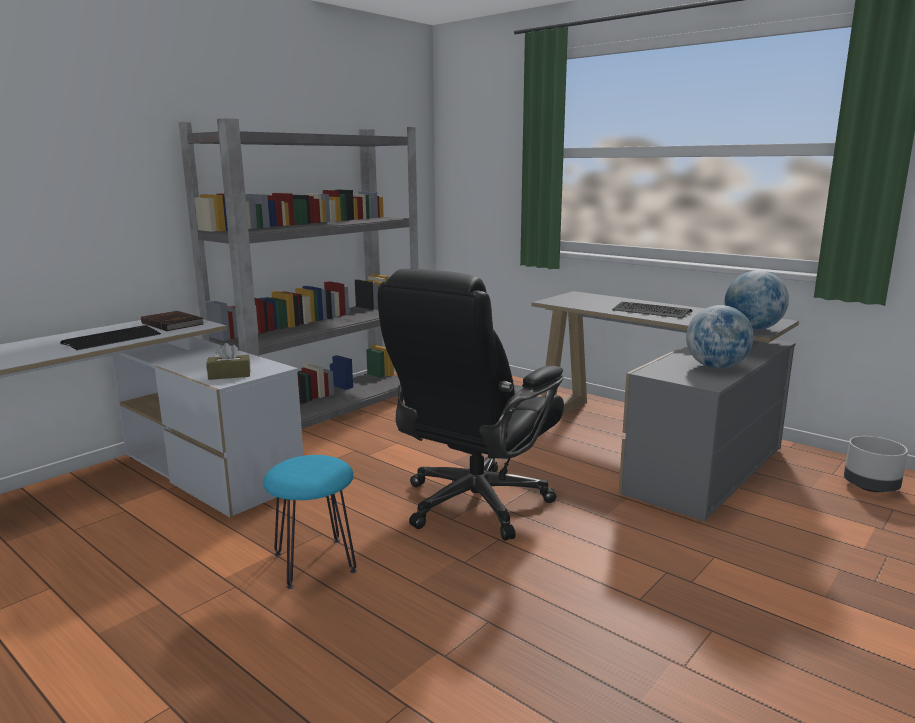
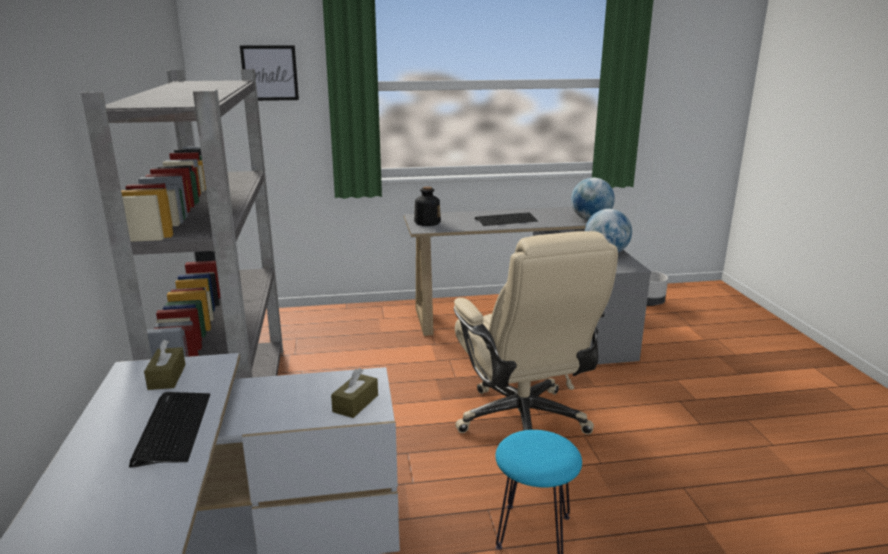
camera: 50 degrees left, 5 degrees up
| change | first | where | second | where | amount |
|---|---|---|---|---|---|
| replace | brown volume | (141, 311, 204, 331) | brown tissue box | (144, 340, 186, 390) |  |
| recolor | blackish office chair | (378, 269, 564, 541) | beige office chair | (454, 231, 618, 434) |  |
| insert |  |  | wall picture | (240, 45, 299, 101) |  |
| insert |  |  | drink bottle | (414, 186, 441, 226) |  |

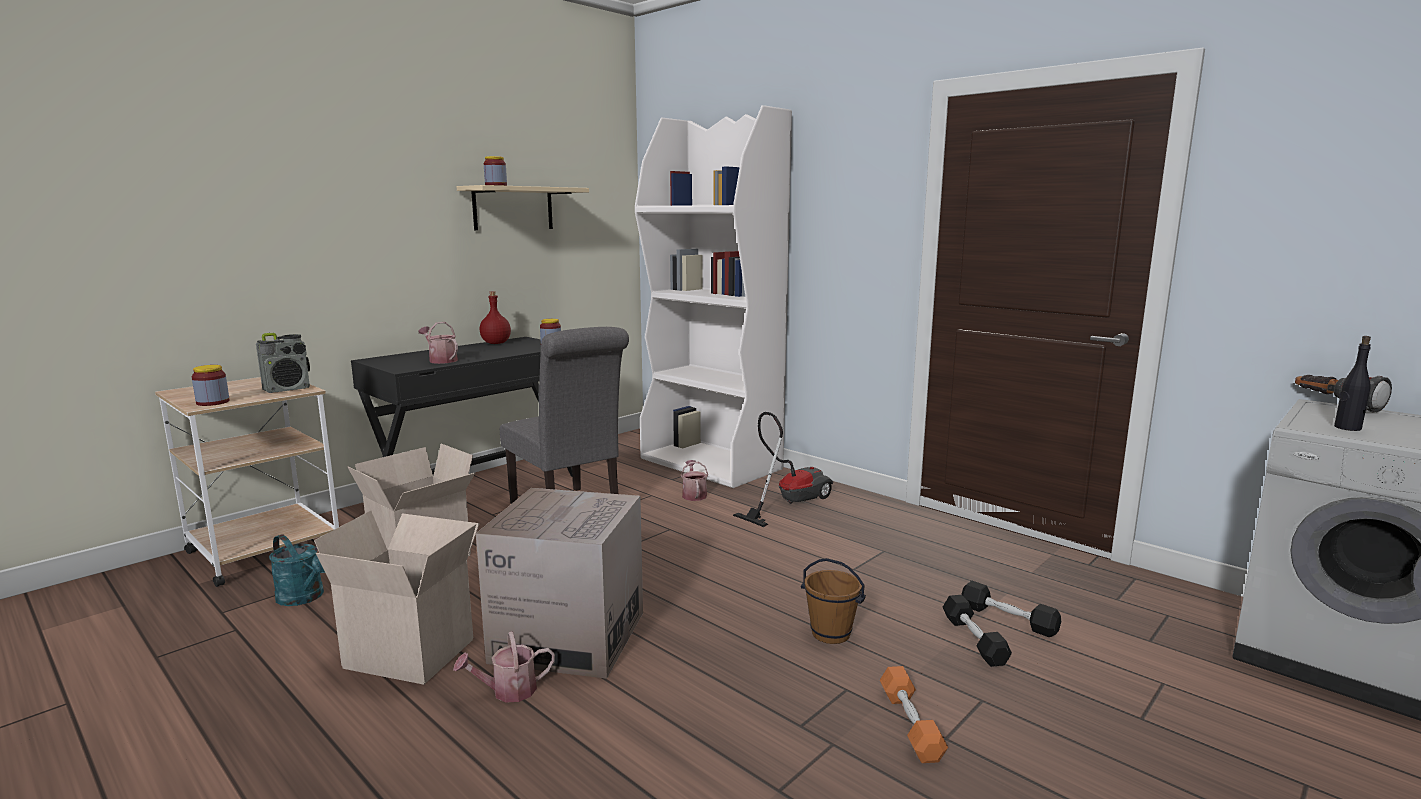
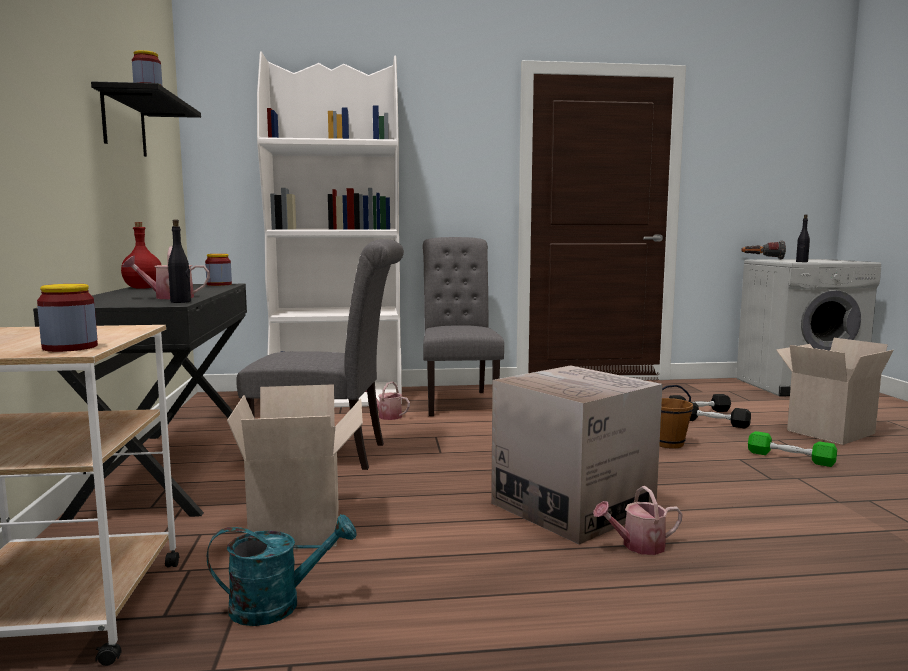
camera: 50 degrees left, 5 degrees down
| change | first | where | second | where | amount |
|---|---|---|---|---|---|
| delete | radio | (256, 333, 310, 393) |  |  |  |
| move | packing box | (314, 511, 480, 685) |  | (776, 338, 894, 445) |  |
| rotate | sprinkling can | (453, 632, 555, 703) |  | (593, 486, 683, 555) | 60 degrees clockwise |
| recolor | beige wall shelf | (457, 185, 589, 230) | blackish wall shelf | (91, 81, 201, 157) |  |
| replace | vacuum cleaner | (733, 412, 833, 527) | gray chair | (423, 237, 504, 416) |  |
| recolor | orange free weight | (880, 666, 948, 763) | green free weight | (748, 431, 837, 467) |  |
| insert |  |  | blackish drink bottle | (168, 219, 191, 303) |  |

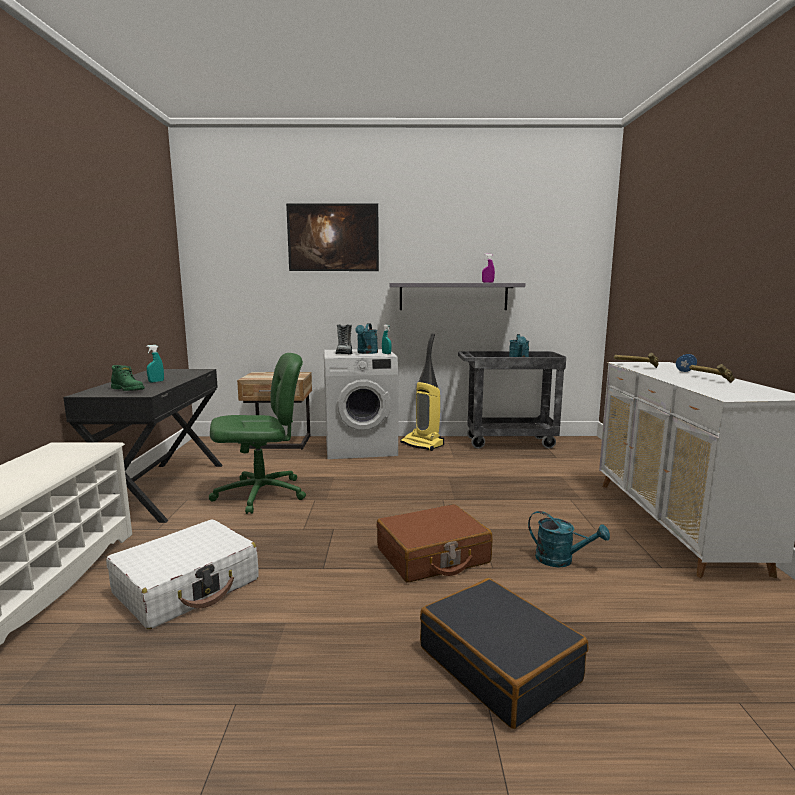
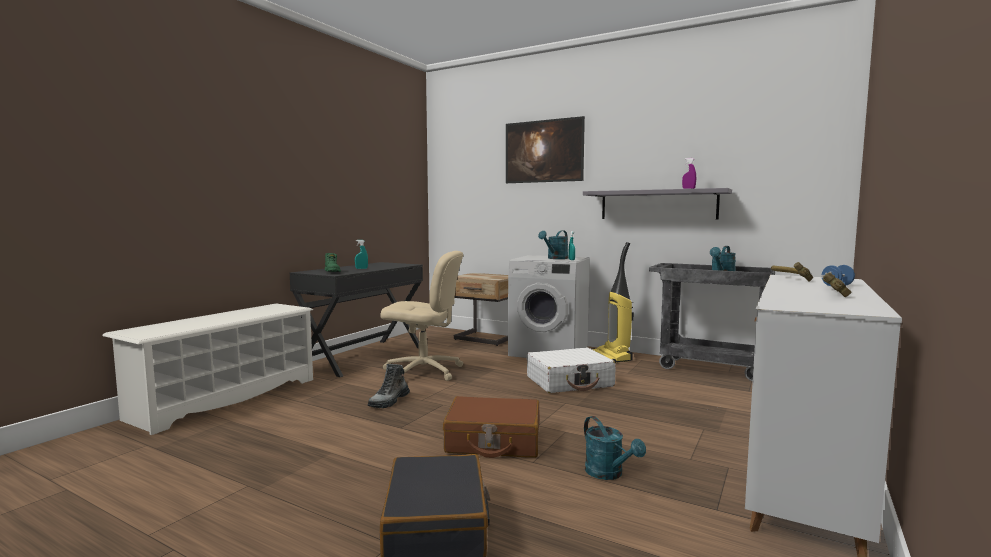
camera: 30 degrees right, 5 degrees down
| change | first | where | second | where | amount |
|---|---|---|---|---|---|
| move | white-coloured travel case | (106, 520, 259, 629) |  | (527, 348, 615, 393) |  |
| recolor | green office chair | (209, 353, 306, 514) | beige office chair | (380, 251, 464, 381) |  |
| move | tall boot | (335, 324, 352, 354) |  | (368, 364, 410, 408) |  |

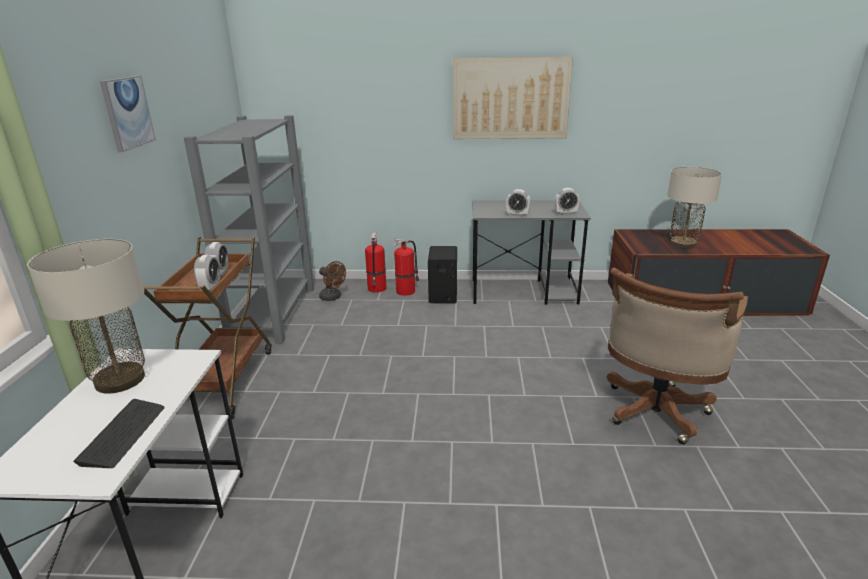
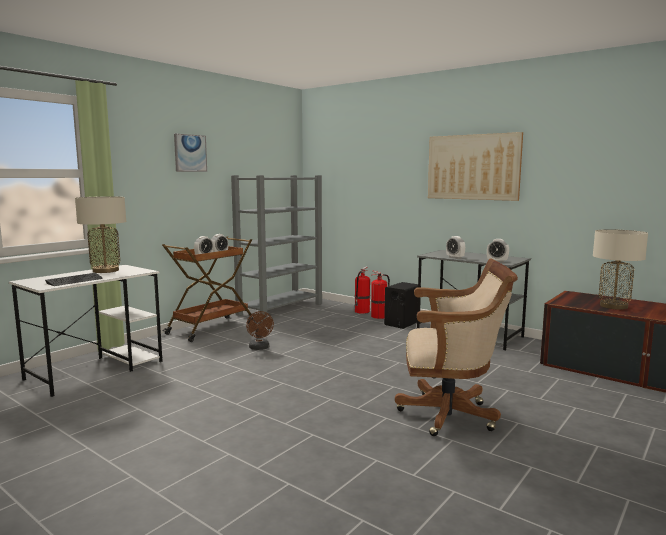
camera: 35 degrees right, 15 degrees down
| change | first | where | second | where | amount |
|---|---|---|---|---|---|
| move | brown cooling fan | (319, 261, 346, 301) |  | (246, 311, 274, 350) |  |
| rotate | office chair | (607, 268, 748, 444) |  | (395, 259, 518, 436) | 150 degrees counterclockwise |

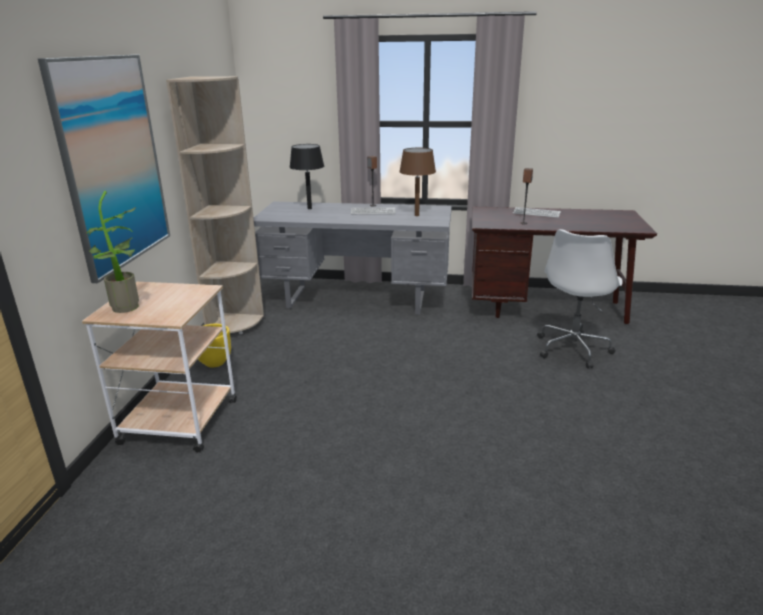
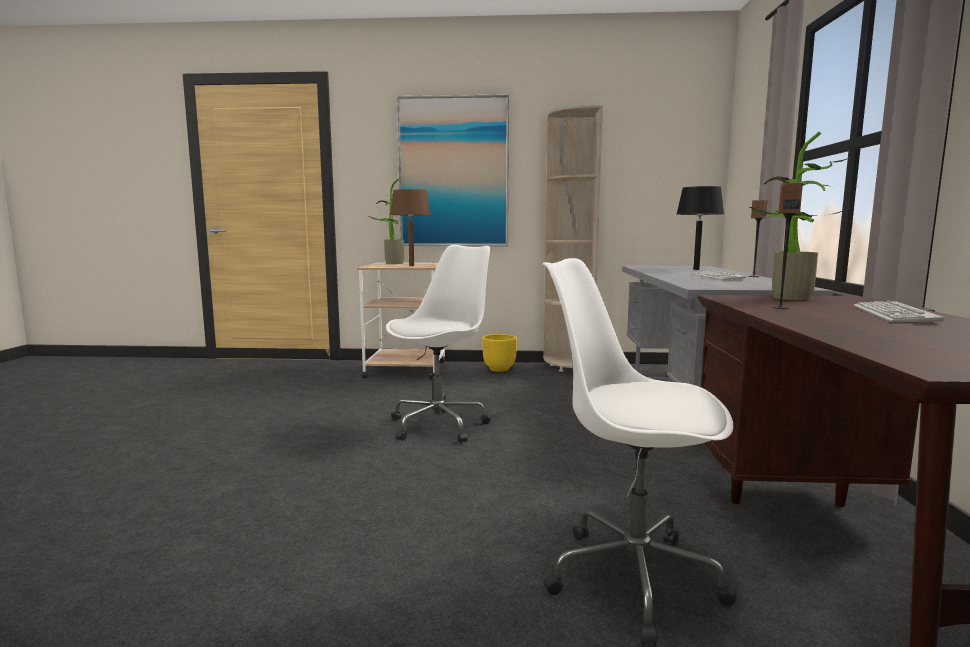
camera: 85 degrees right, 15 degrees down
| change | first | where | second | where | amount |
|---|---|---|---|---|---|
| move | brown table lamp | (399, 148, 436, 216) |  | (390, 189, 431, 266) |  |
| insert |  |  | white-coloured office chair | (386, 245, 491, 443) |  |
| insert |  |  | potted plant | (749, 132, 851, 300) |  |

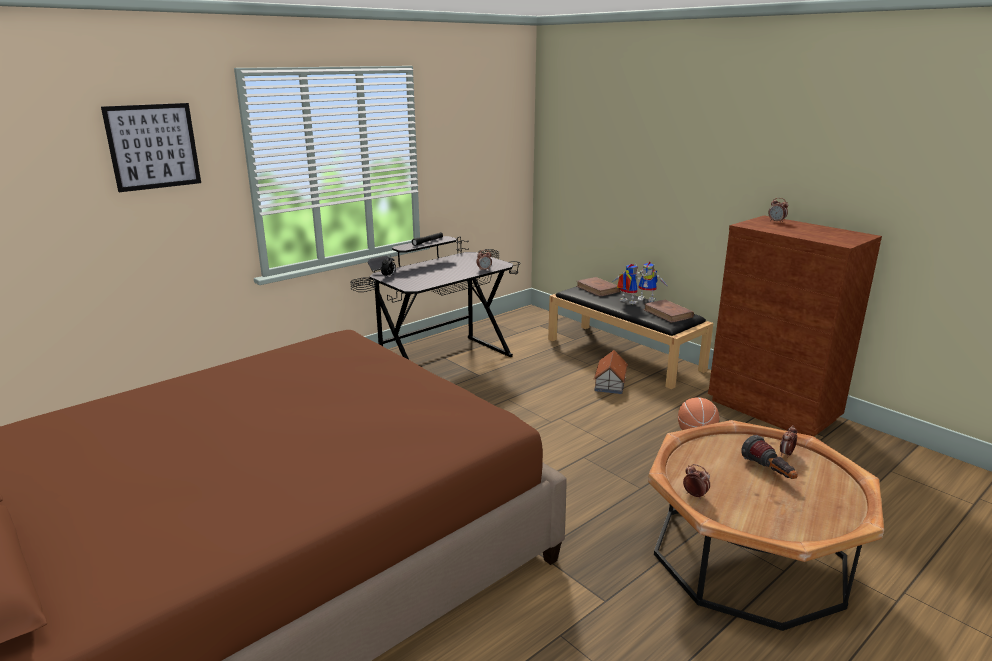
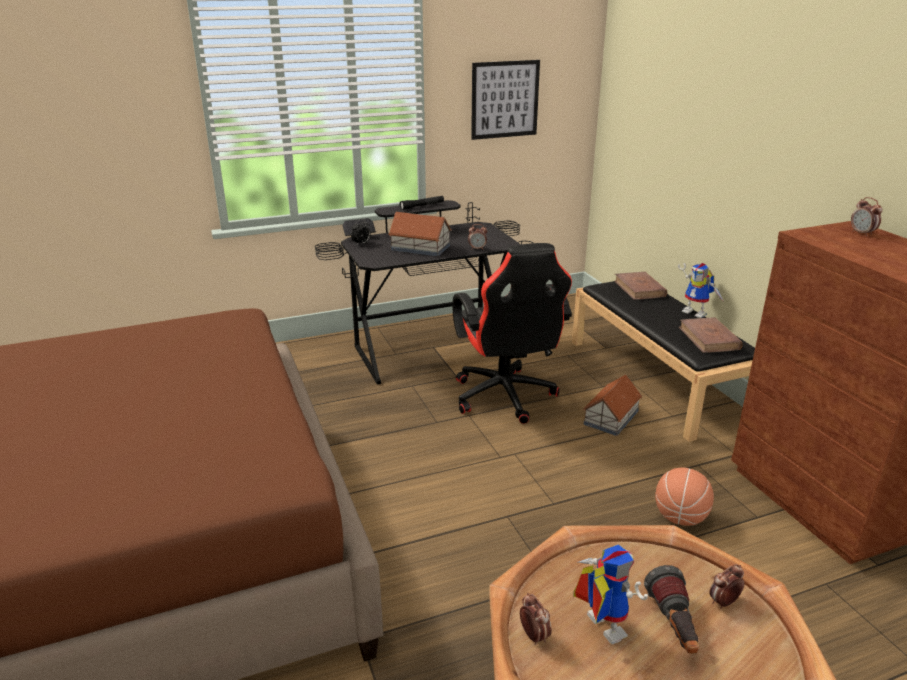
camera: 20 degrees right, 5 degrees up
| change | first | where | second | where | amount |
|---|---|---|---|---|---|
| move | wall picture | (101, 103, 201, 192) |  | (471, 60, 540, 140) |  |
| move | toy robot | (611, 264, 647, 304) |  | (573, 544, 648, 644) |  |
| insert |  |  | model house | (388, 212, 452, 256) |  |
| insert |  |  | blackish office chair | (453, 243, 572, 424) |  |

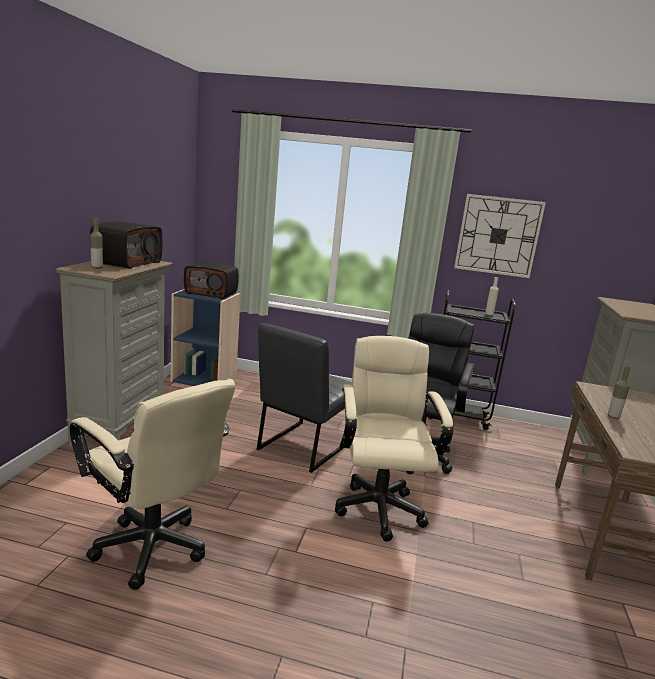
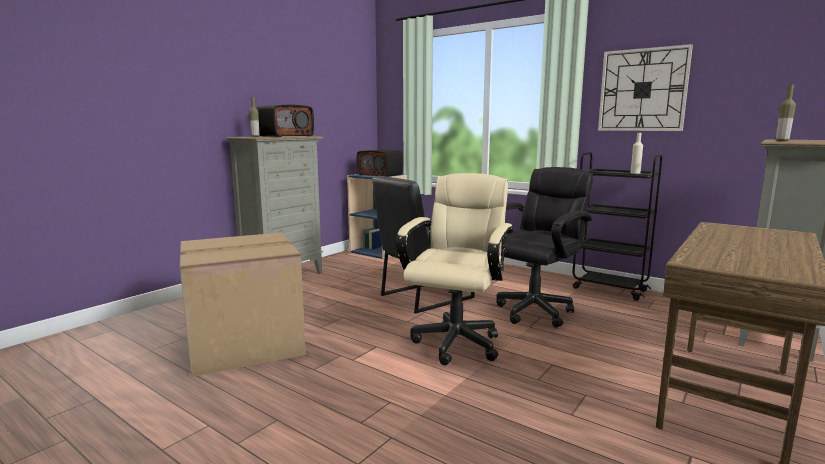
camera: 25 degrees right, 5 degrees down
| change | first | where | second | where | amount |
|---|---|---|---|---|---|
| replace | beige office chair | (70, 379, 235, 590) | packing box | (180, 232, 306, 377) |  |
| move | drink bottle | (608, 366, 630, 419) |  | (776, 84, 796, 141) |  |

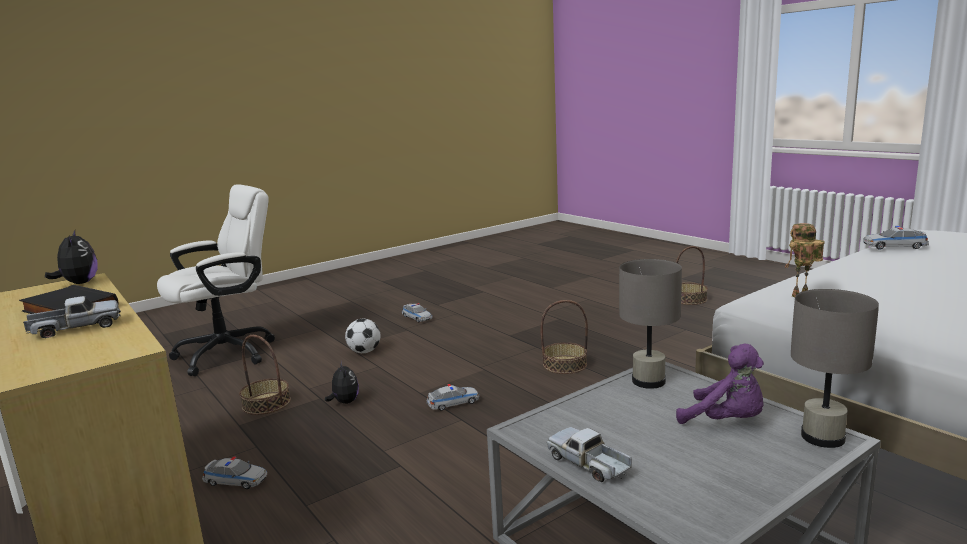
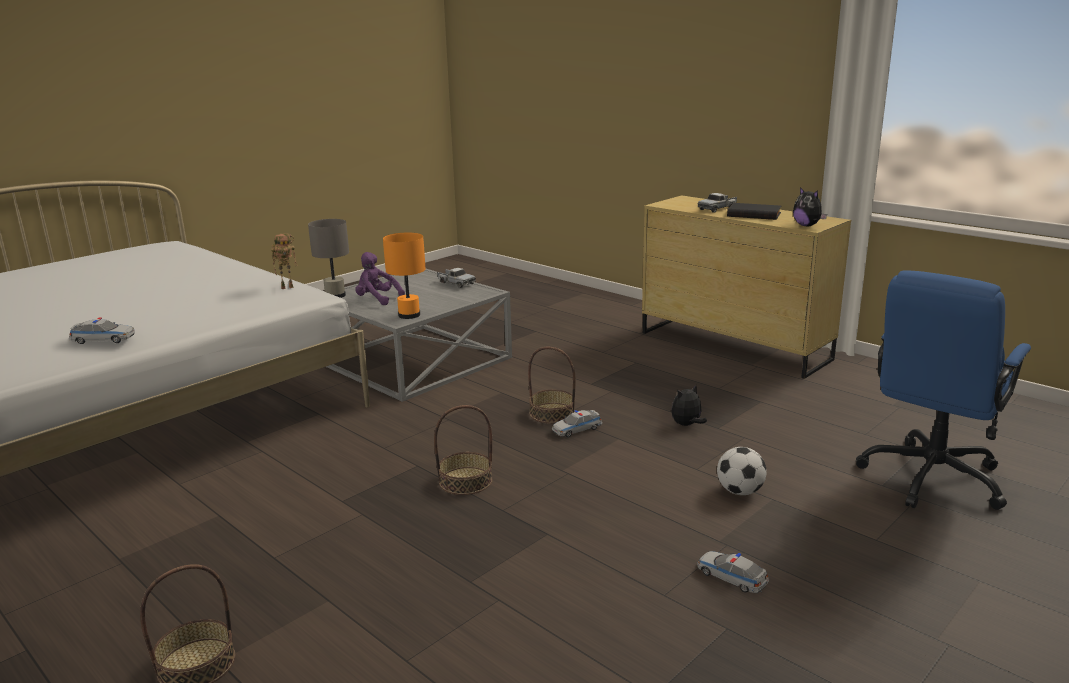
camera: 170 degrees right, 5 degrees up
| change | first | where | second | where | amount |
|---|---|---|---|---|---|
| recolor | white-coloured office chair | (157, 184, 275, 376) | blue office chair | (856, 270, 1031, 510) |  |
| delete | toy car | (202, 457, 267, 489) |  |  |  |
| move | household basket | (239, 335, 291, 415) |  | (528, 347, 576, 424) |  |
| rotate | cuddly toy | (325, 360, 359, 404) |  | (671, 385, 707, 426) | 90 degrees clockwise |
| recolor | gray table lamp | (619, 259, 682, 389) | orange table lamp | (383, 232, 425, 319) |  |

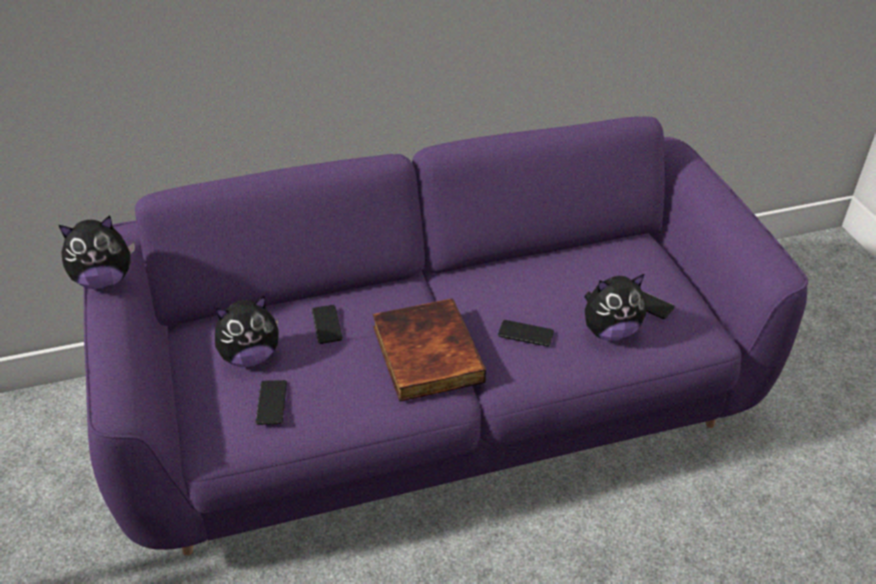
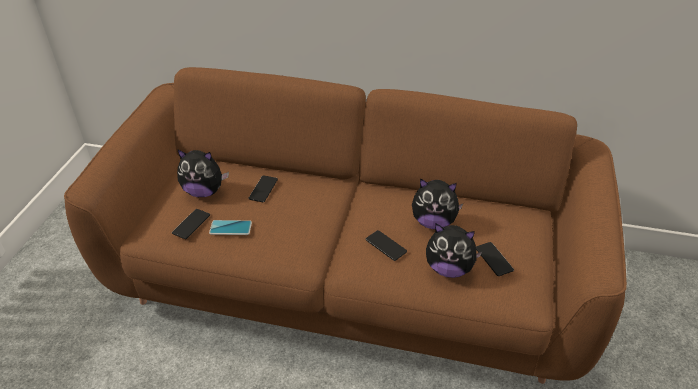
camera: 30 degrees right, 0 degrees up
| change | first | where | second | where | amount |
|---|---|---|---|---|---|
| move | cuddly toy | (59, 216, 135, 289) |  | (412, 178, 463, 229) |  |
| recolor | purple settee | (84, 117, 808, 556) | brown settee | (64, 67, 627, 384) |  |
| delete | volume | (373, 298, 486, 402) |  |  |  |
| insert |  |  | handset | (209, 220, 252, 235) |  |

